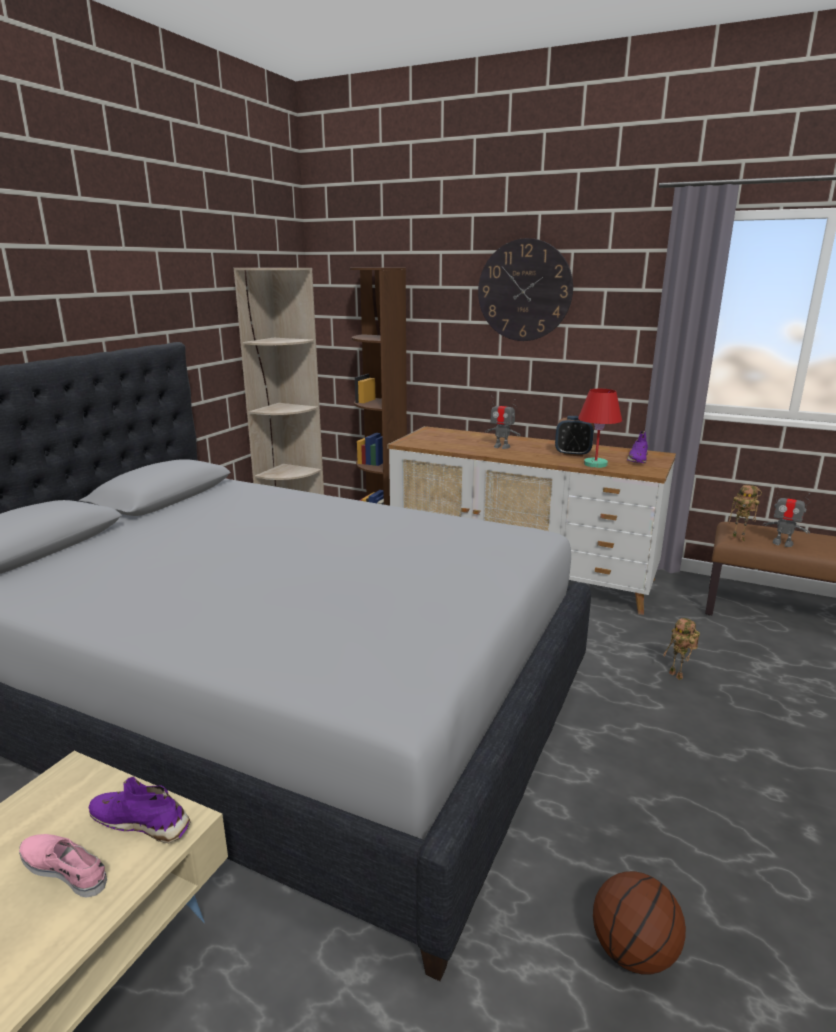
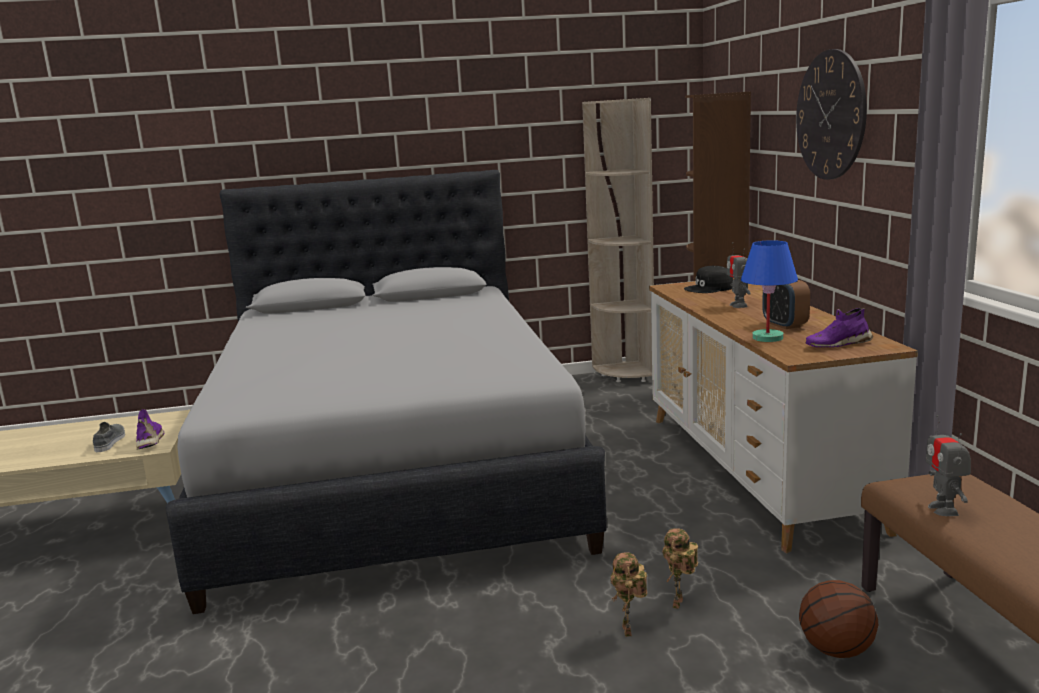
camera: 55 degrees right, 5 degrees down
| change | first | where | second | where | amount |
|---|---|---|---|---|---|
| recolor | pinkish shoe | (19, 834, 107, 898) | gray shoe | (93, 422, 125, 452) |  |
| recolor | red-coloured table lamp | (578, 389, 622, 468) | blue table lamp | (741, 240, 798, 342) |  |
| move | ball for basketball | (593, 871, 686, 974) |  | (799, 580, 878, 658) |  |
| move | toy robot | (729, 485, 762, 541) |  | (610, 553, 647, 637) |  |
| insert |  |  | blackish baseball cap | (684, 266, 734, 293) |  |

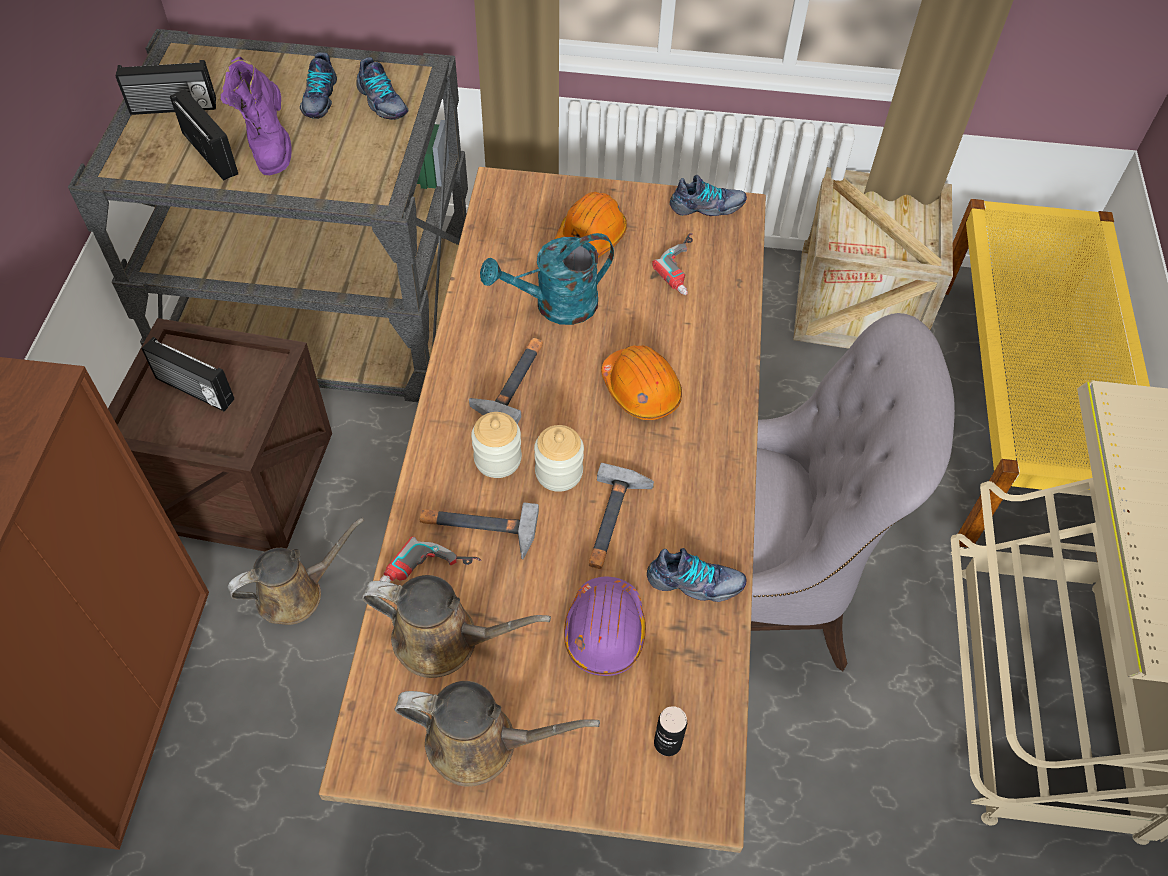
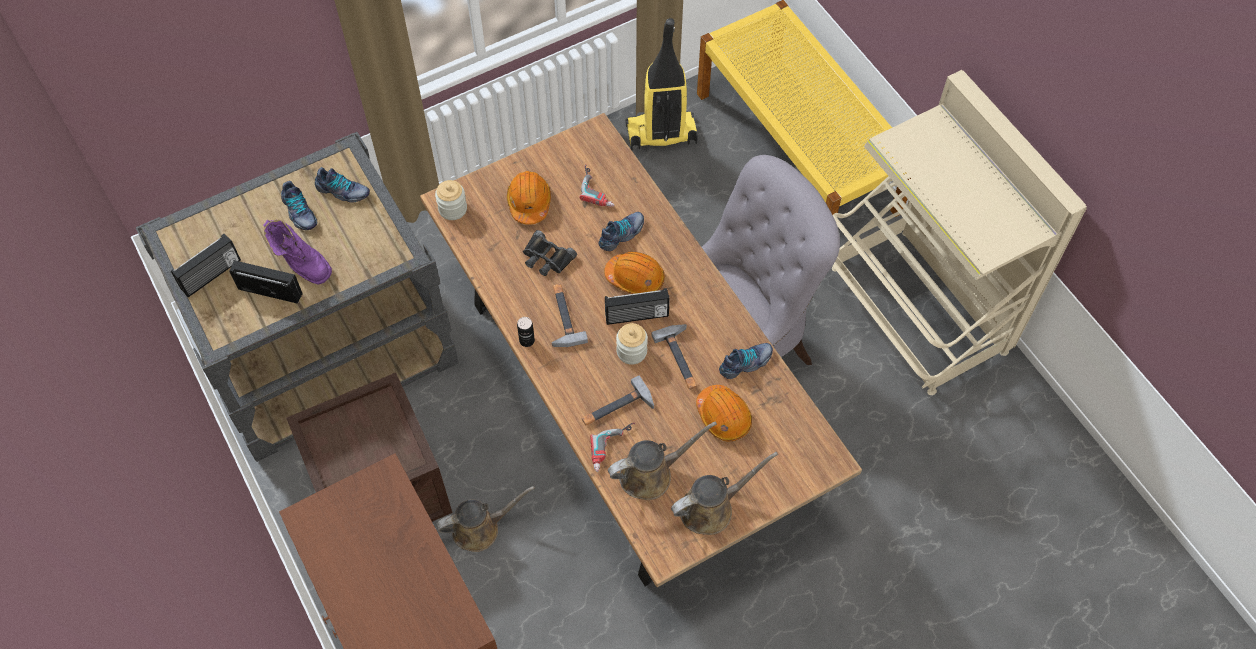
camera: 35 degrees left, 5 degrees up
| change | first | where | second | where | amount |
|---|---|---|---|---|---|
| move | radio | (142, 337, 234, 411) |  | (605, 288, 670, 325) |  |
| rotate | brown sprinkling can | (228, 518, 364, 625) |  | (437, 486, 535, 552) | 45 degrees clockwise |
| move | preserve jar | (471, 412, 522, 478) |  | (435, 180, 467, 220) |  |
| replace | turquoise sprinkling can | (480, 233, 614, 325) | blackish binoculars | (523, 230, 577, 276) |  |
| recolor | purple safety helmet | (564, 577, 646, 676) | orange safety helmet | (696, 385, 752, 441) |  |
| move | sealed can | (654, 706, 687, 756) |  | (517, 317, 535, 347) |  |
| move | shoe | (670, 175, 747, 216) |  | (598, 212, 644, 251) |  |
| replace | shipping crate | (793, 167, 953, 349) | vacuum cleaner | (625, 18, 698, 150) |  |

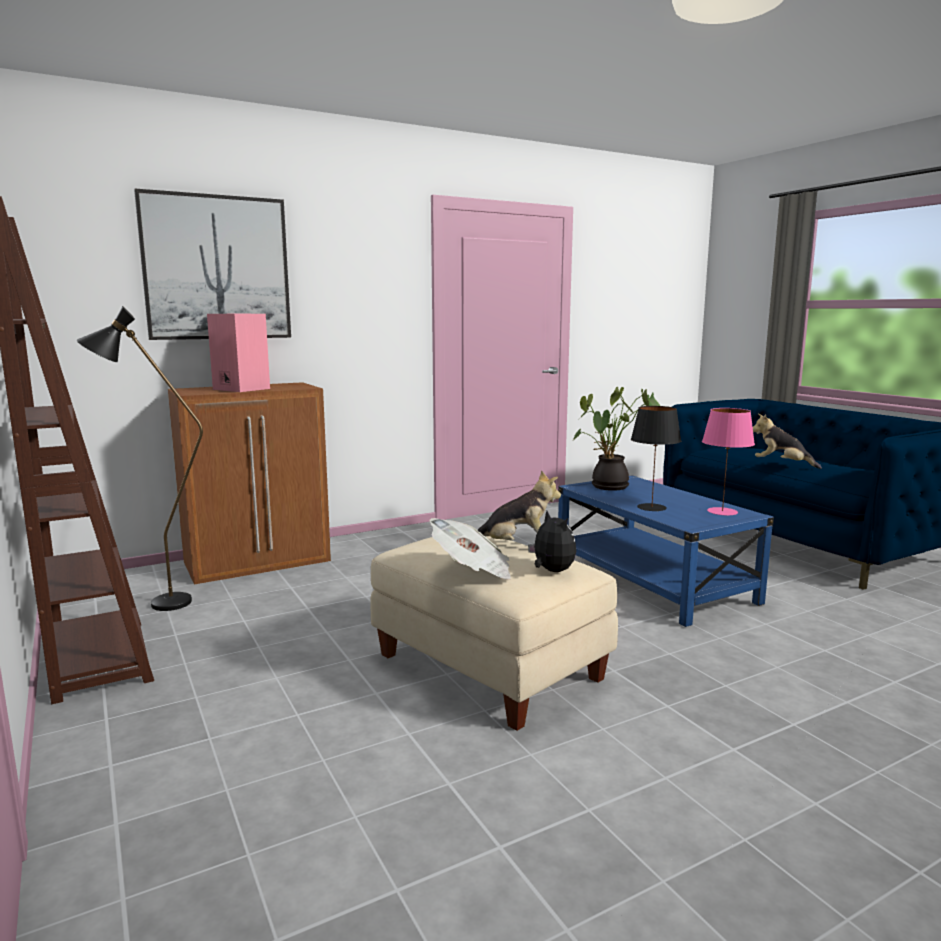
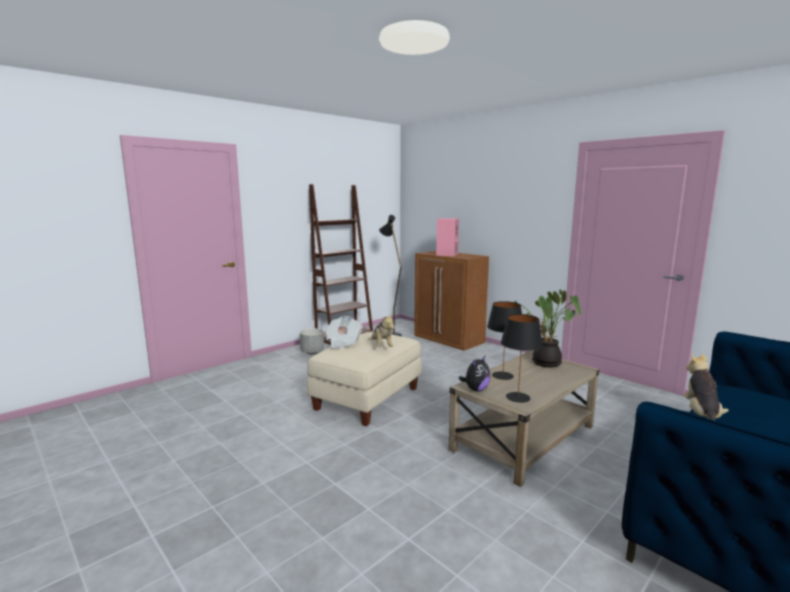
camera: 75 degrees right, 0 degrees up
| change | first | where | second | where | amount |
|---|---|---|---|---|---|
| delete | wall picture | (134, 189, 291, 340) |  |  |  |
| move | cuddly toy | (528, 511, 576, 572) |  | (459, 355, 490, 391) |  |
| recolor | blue low table | (558, 476, 774, 627) | beige low table | (448, 351, 599, 487) |  |
| recolor | pinkish table lamp | (702, 408, 755, 516) | blackish table lamp | (501, 314, 543, 403) |  |
| insert |  |  | gray flower pot | (300, 328, 324, 354) |  |

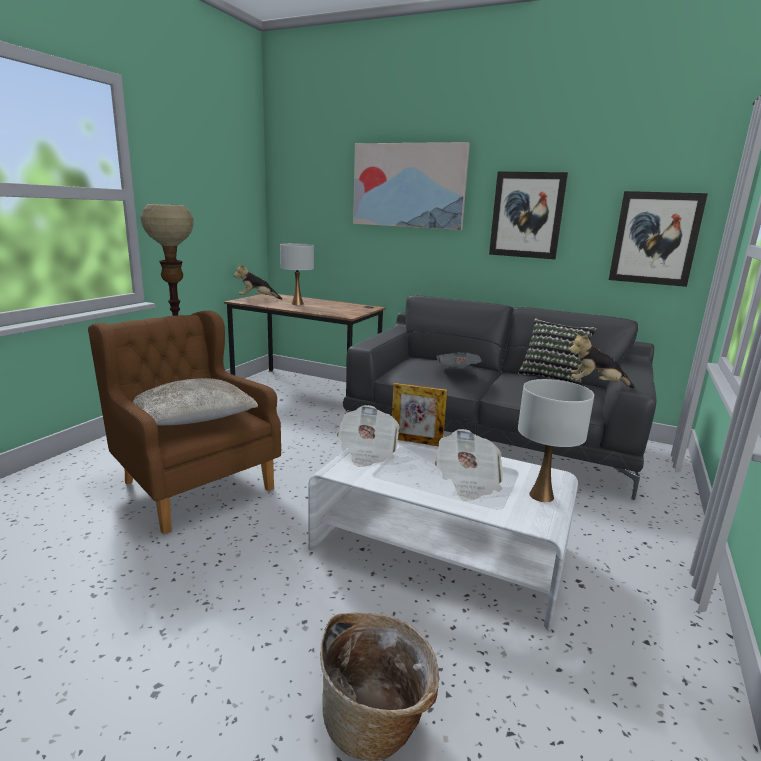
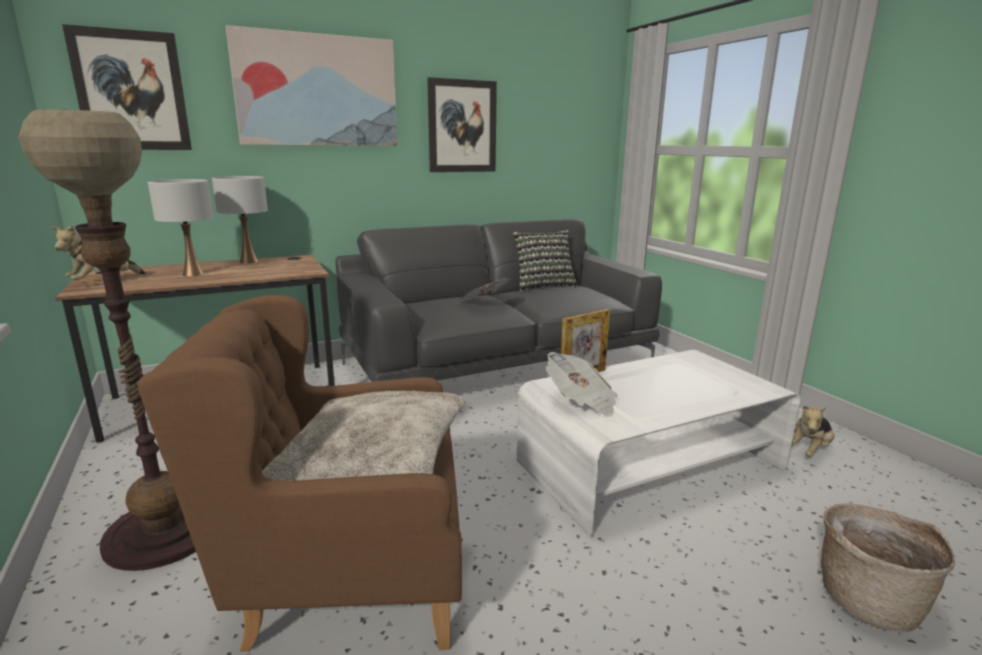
camera: 50 degrees left, 0 degrees up
| change | first | where | second | where | amount |
|---|---|---|---|---|---|
| delete | daily paper | (434, 429, 503, 501) |  |  |  |
| move | white-coloured table lamp | (518, 379, 594, 502) |  | (212, 176, 268, 264) |  |
| move | cuddly toy | (569, 332, 635, 388) |  | (791, 406, 835, 457) |  |
| move | wall picture | (609, 191, 708, 287) |  | (62, 24, 192, 150) |  |

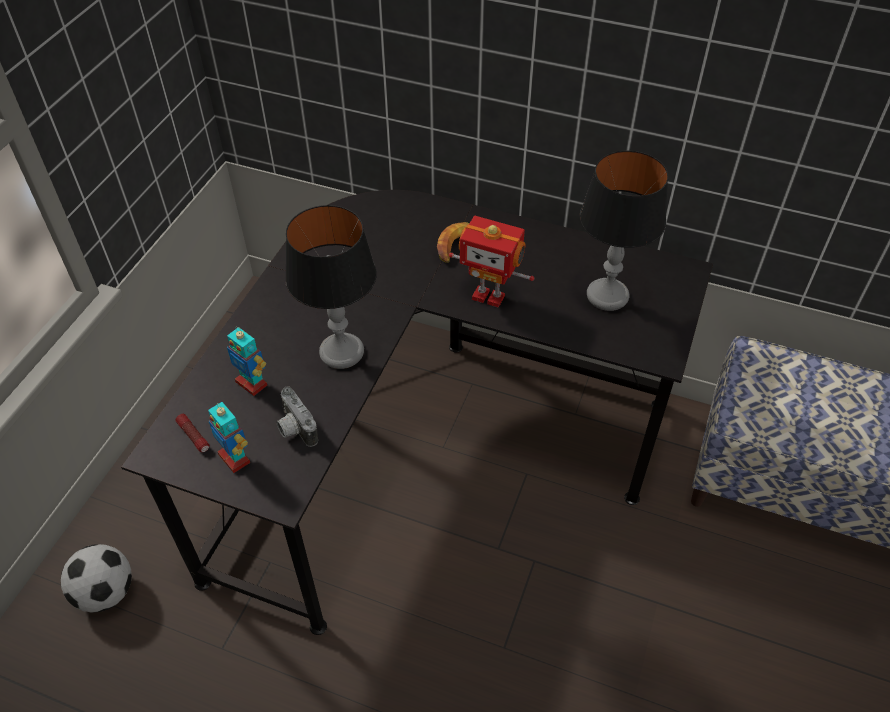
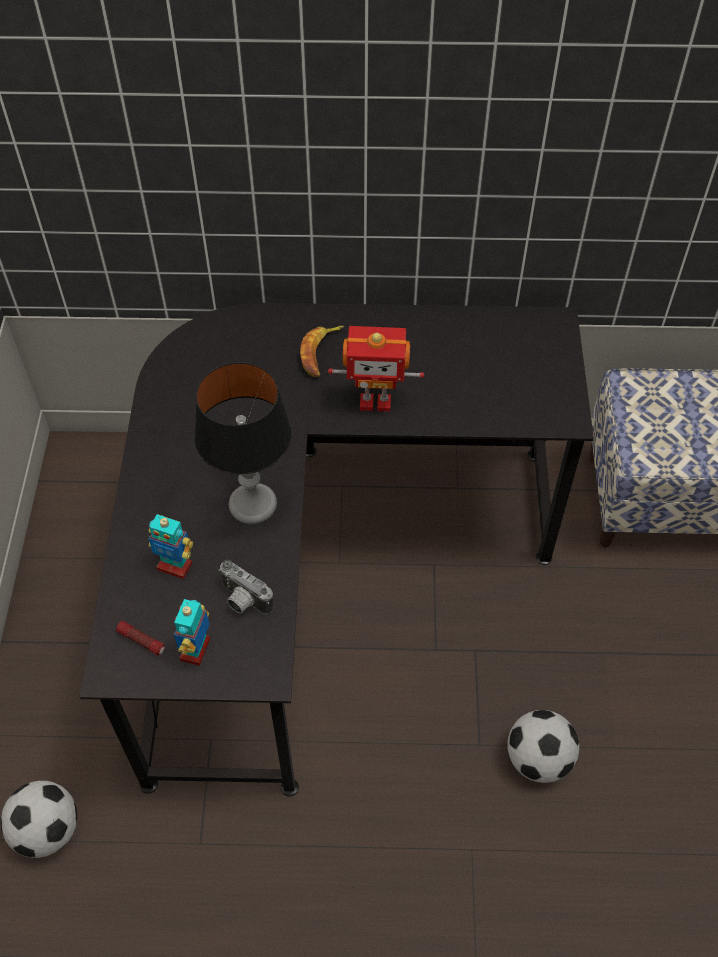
camera: 20 degrees left, 5 degrees up
| change | first | where | second | where | amount |
|---|---|---|---|---|---|
| rotate | toy robot | (208, 402, 250, 473) |  | (174, 599, 210, 666) | 75 degrees clockwise |
| delete | table lamp | (580, 151, 668, 311) |  |  |  |
| insert |  |  | ball for football | (507, 710, 579, 783) |  |

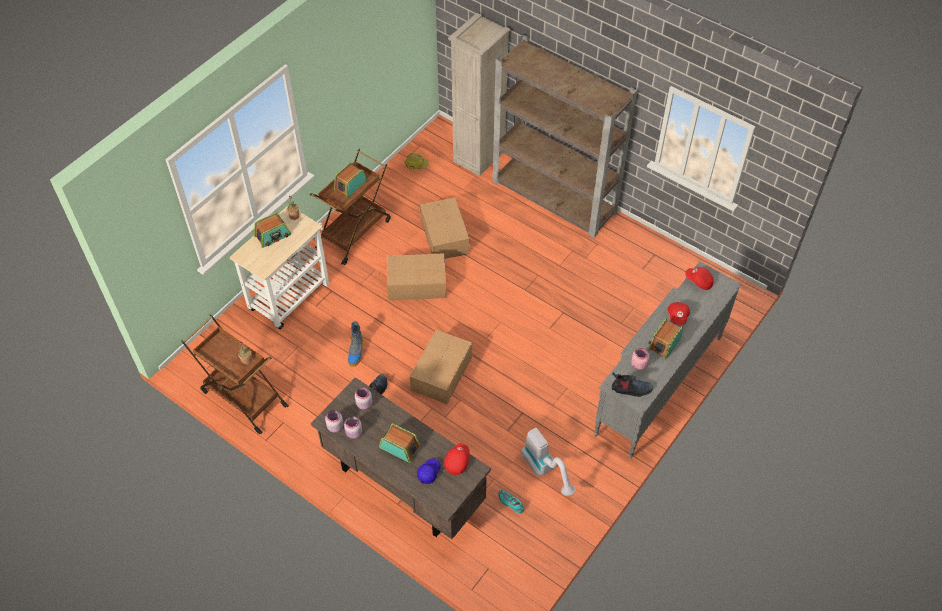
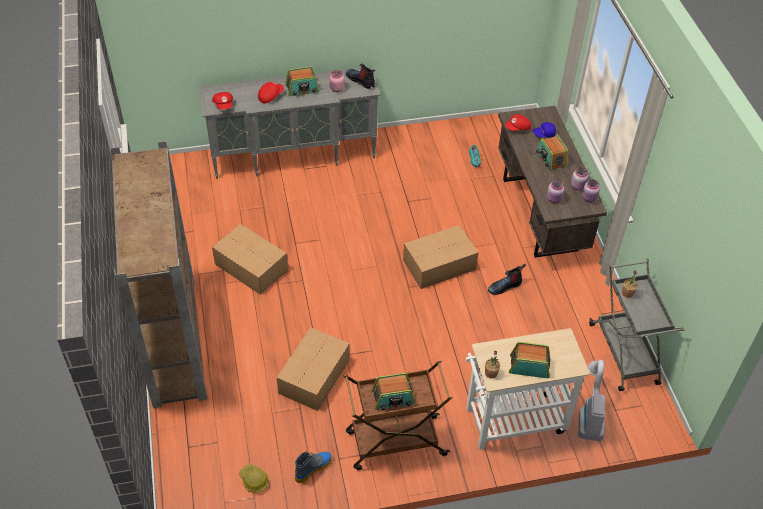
camera: 140 degrees left, 5 degrees down
| change | first | where | second | where | amount |
|---|---|---|---|---|---|
| recolor | brown cart | (181, 314, 289, 434) | gray cart | (589, 258, 685, 391) |  |
| move | tall boot | (348, 321, 363, 367) |  | (295, 451, 332, 483) |  |
| move | packing box | (387, 253, 446, 300) |  | (212, 224, 288, 295) |  |
| delete | beige cupboard | (448, 13, 511, 176) |  |  |  |
| move | vacuum cleaner | (521, 428, 576, 496) |  | (578, 360, 605, 441) |  |

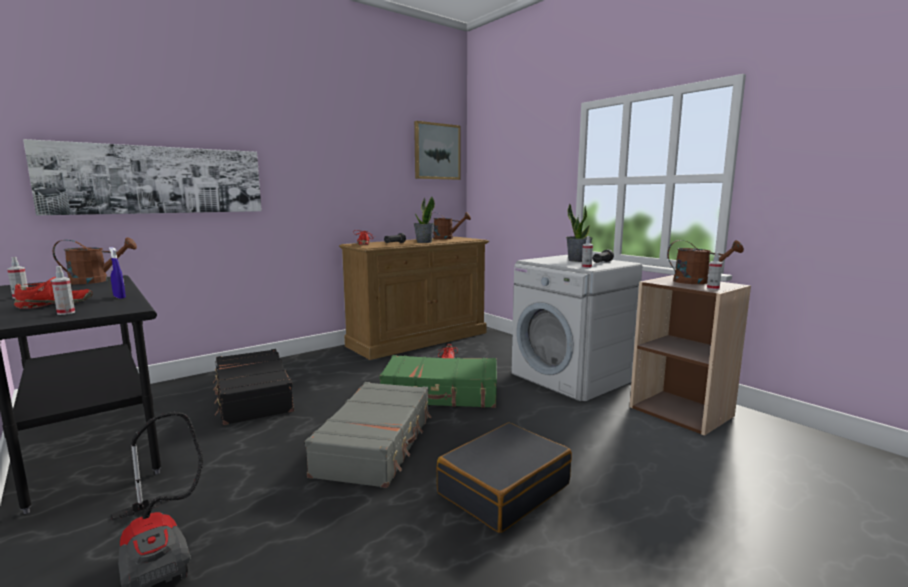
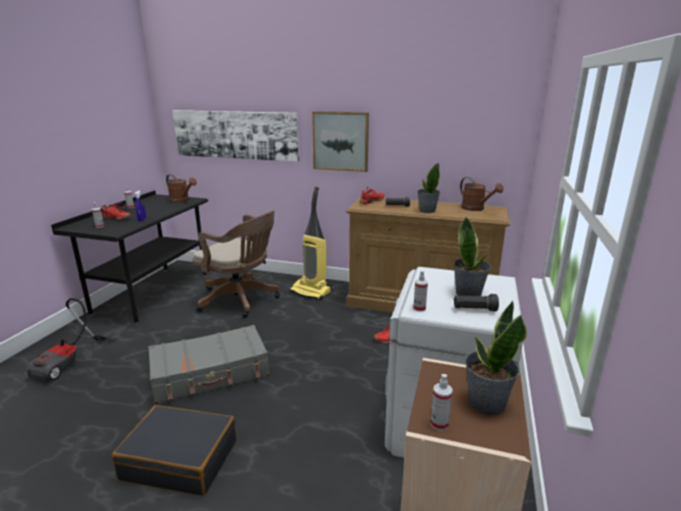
camera: 55 degrees right, 10 degrees up
| change | first | where | second | where | amount |
|---|---|---|---|---|---|
| replace | blackish travel case | (213, 349, 294, 425) | brown office chair | (192, 211, 280, 318) |  |
| delete | green travel case | (379, 355, 497, 408) |  |  |  |
| move | wall picture | (414, 121, 461, 180) |  | (312, 111, 369, 172) |  |
| replace | brown sprinkling can | (667, 240, 744, 284) | potted plant | (465, 300, 527, 415) |  |
| insert |  |  | vacuum cleaner | (289, 187, 332, 300) |  |

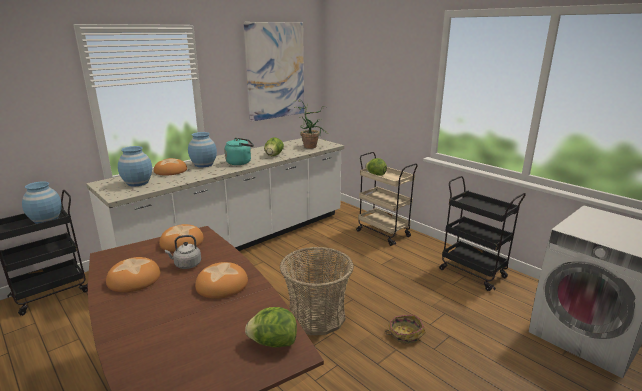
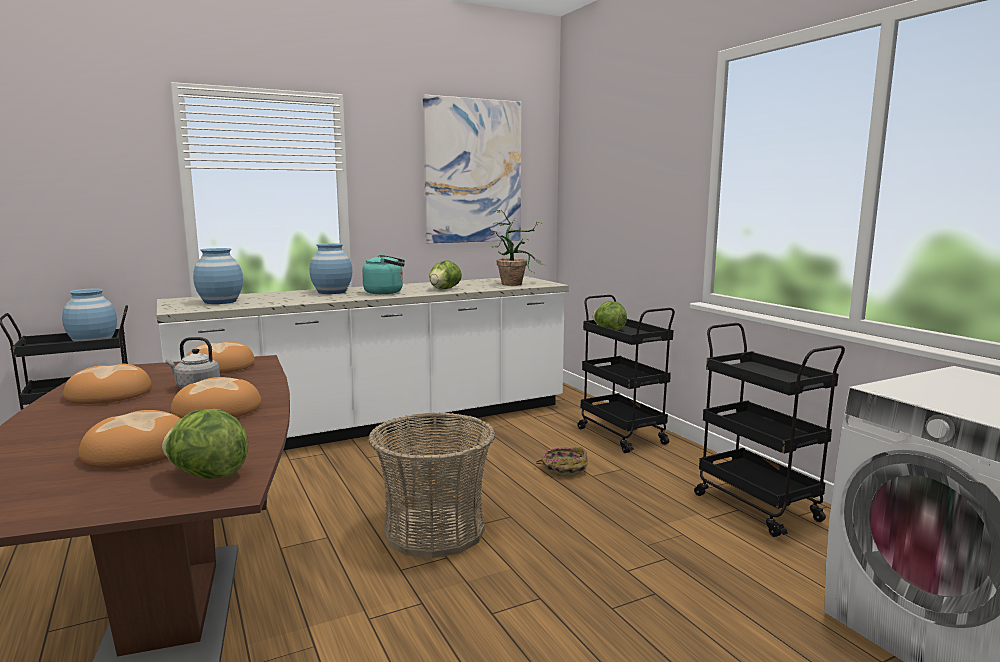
camera: 15 degrees right, 10 degrees down
| change | first | where | second | where | amount |
|---|---|---|---|---|---|
| move | bakery bread | (154, 158, 187, 175) |  | (78, 410, 181, 468) |  |
| recolor | beige cart | (356, 152, 418, 246) | blackish cart | (577, 295, 675, 453) |  |
| move | household basket | (385, 315, 426, 344) |  | (536, 447, 587, 476) |  |

